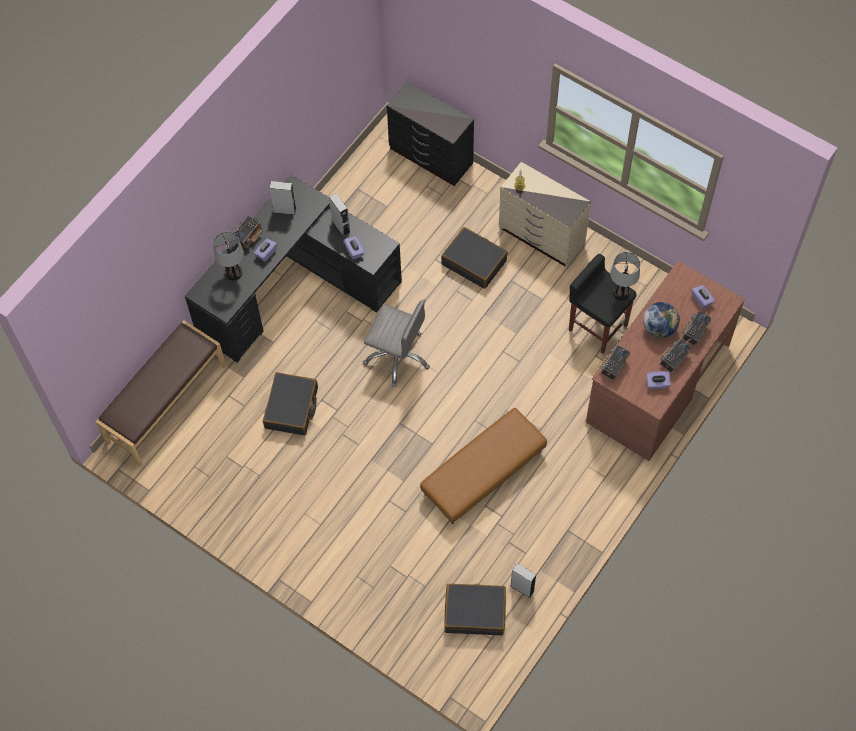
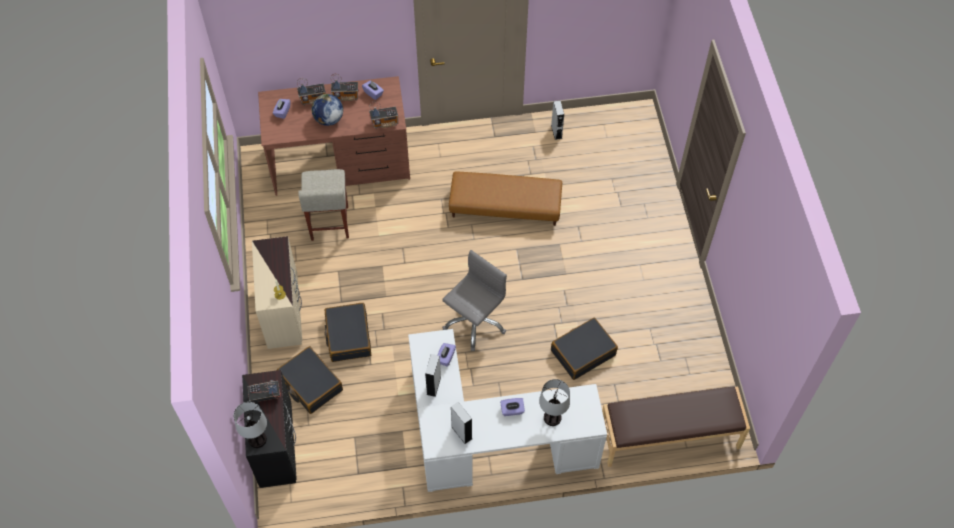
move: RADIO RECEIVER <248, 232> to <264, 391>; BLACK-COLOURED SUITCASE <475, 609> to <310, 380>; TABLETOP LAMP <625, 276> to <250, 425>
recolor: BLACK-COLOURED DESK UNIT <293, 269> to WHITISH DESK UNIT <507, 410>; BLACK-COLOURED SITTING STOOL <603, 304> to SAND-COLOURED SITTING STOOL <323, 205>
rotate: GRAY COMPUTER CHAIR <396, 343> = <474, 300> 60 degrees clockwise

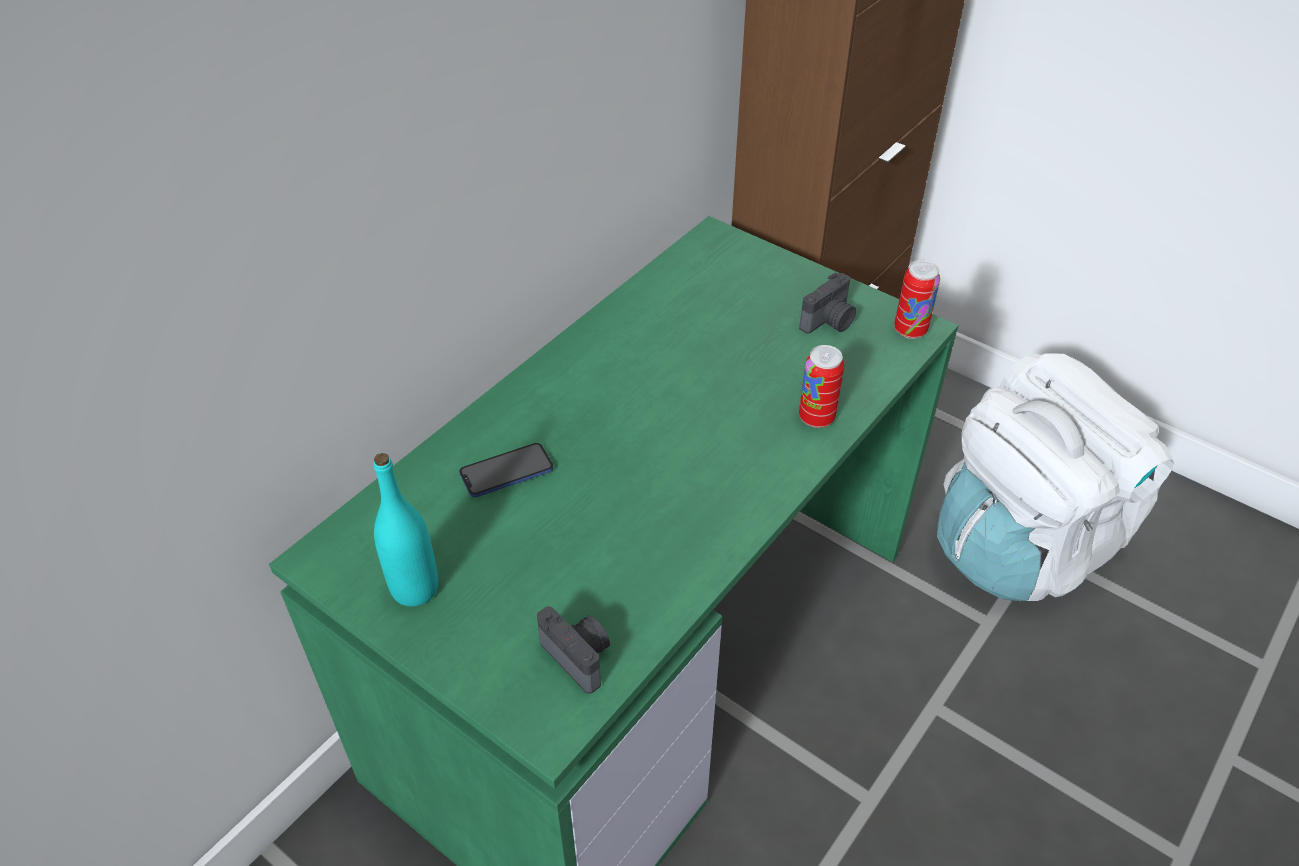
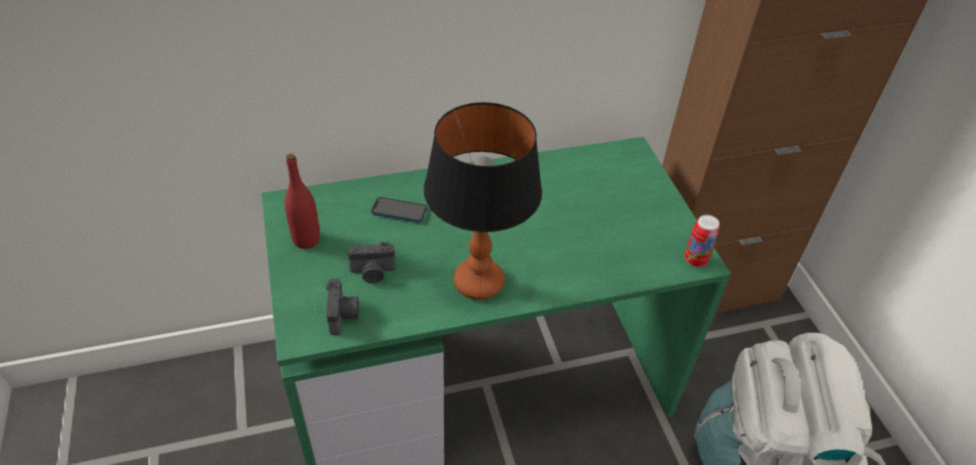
delete: METAL CAN <821, 386>
insert: TABLETOP LAMP <483, 201>
move: PHOTO CAMERA <827, 303> to <372, 263>
recolor: BLUE-GREEN BOTTLE <405, 530> to RED BOTTLE <302, 201>

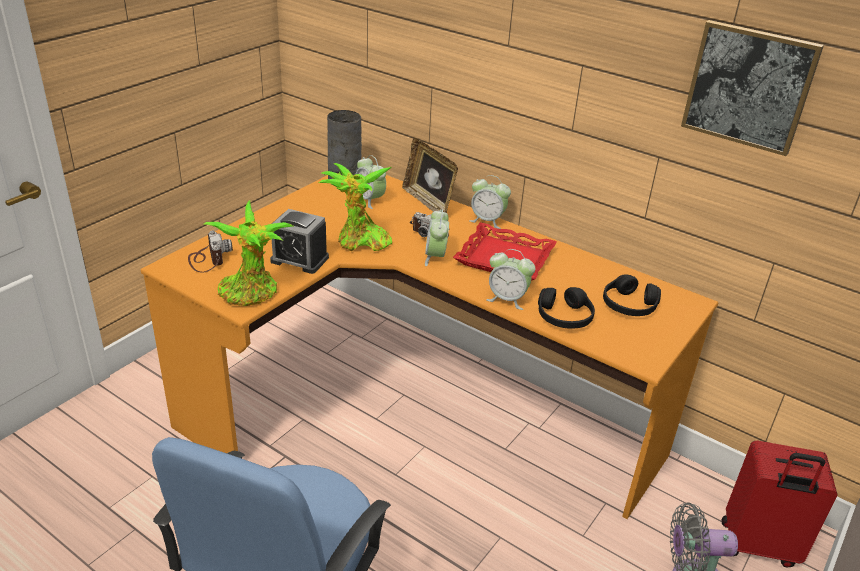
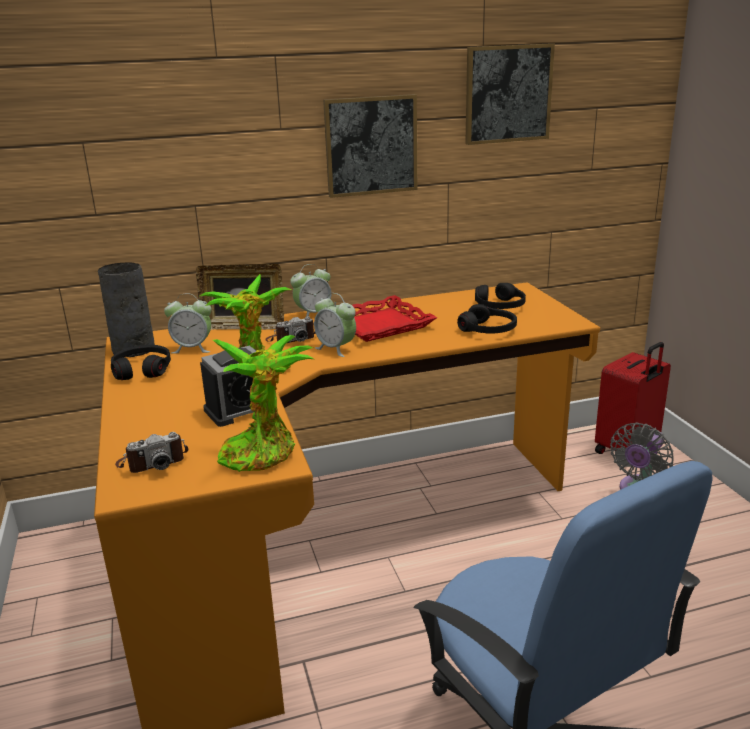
delete: ALARM CLOCK <511, 279>
insert: BLACK-COLOURED HEADPHONES <141, 362>; WALL PICTURE <370, 146>
rotate: PHOTO CAMERA <210, 251> = <151, 452> 135 degrees clockwise

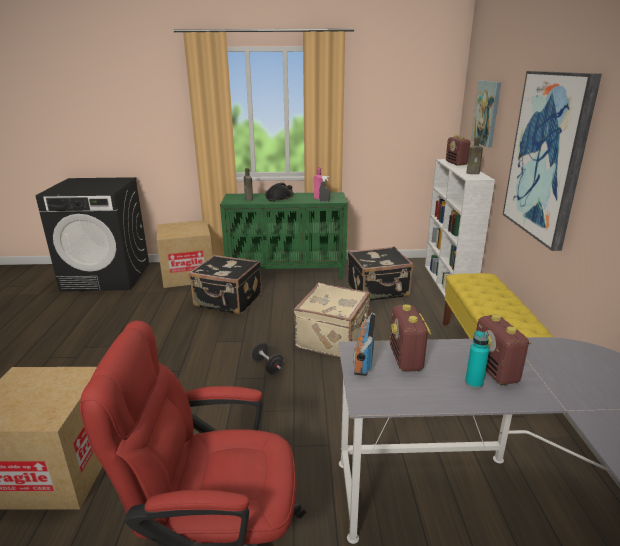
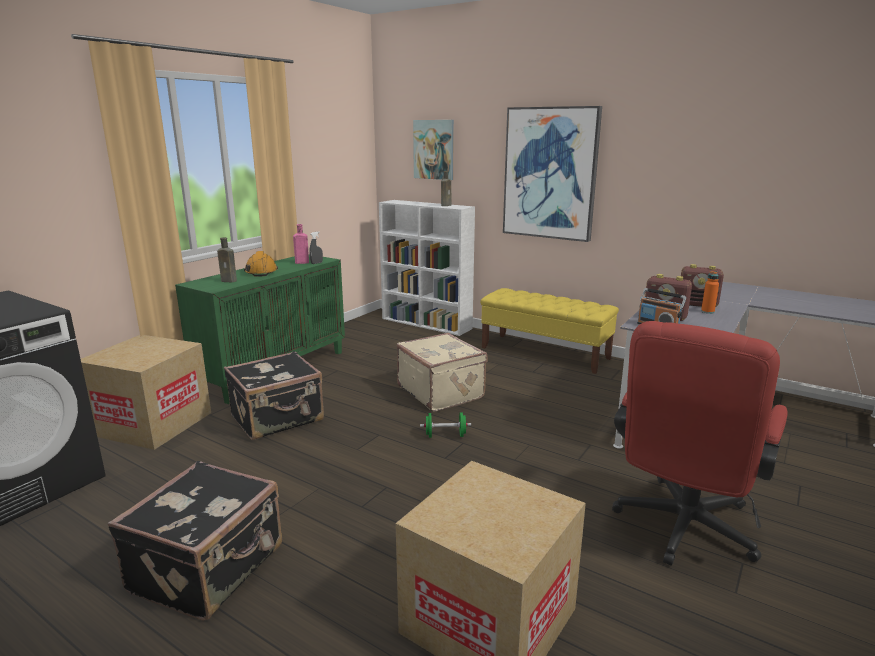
delete: RADIO RECEIVER <458, 150>
move: BLACK-COLOURED SUITCASE <380, 273> to <195, 541>
recolor: BLACK-COLOURED DUMBBELL <267, 358> to GREEN-COLOURED DUMBBELL <445, 425>; BLACK-COLOURED WORK HELMET <279, 192> to ORANGEY WORK HELMET <261, 264>; BLUE-GREEN BOTTLE <477, 359> to ORANGEY BOTTLE <710, 292>

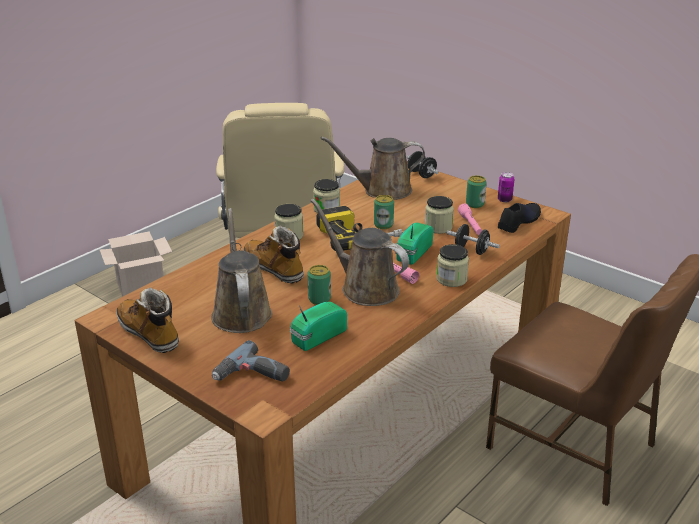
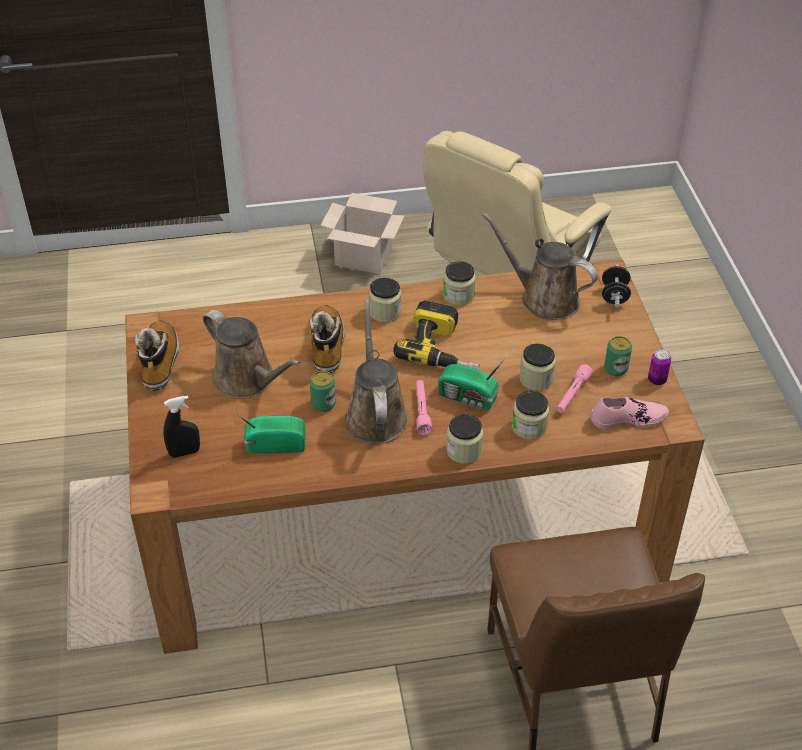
delete: METAL CAN <384, 212>
replace: ELECTRIC DRILL <251, 361> to BLACK-COLOURED HAND SPRAYER <182, 427>; BLACK-COLOURED DUMBBELL <473, 239> to STORAGE JAR <530, 415>
recolor: BLACK-COLOURED LOW SHOE <519, 218> to PINK-COLOURED LOW SHOE <630, 413>
rotate: BROWN-COLOURED SPRINKLING CAN <242, 270> = <251, 354> 105 degrees clockwise; RADIO RECEIVER <414, 243> = <471, 384> 135 degrees counterclockwise

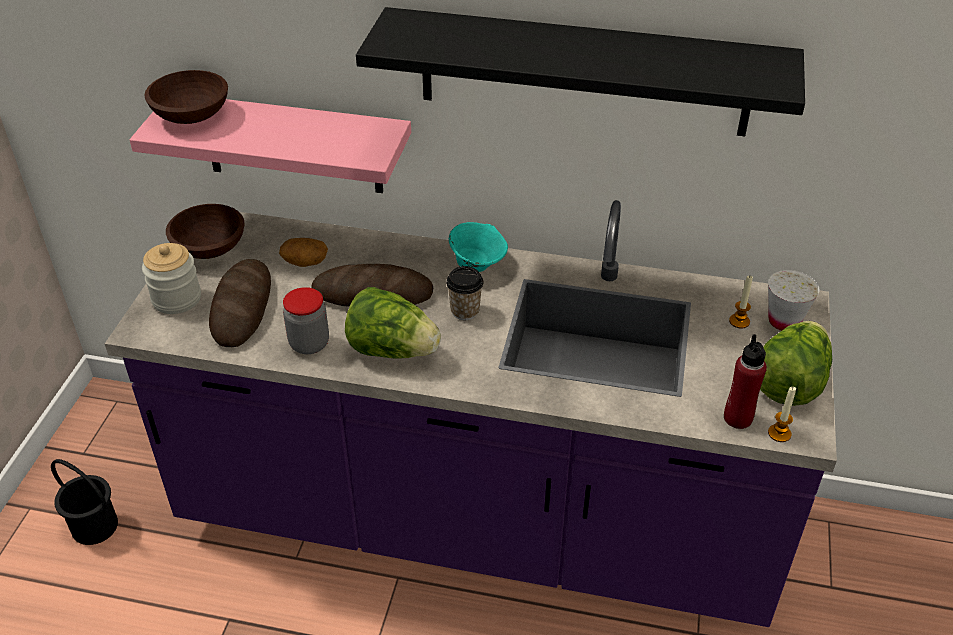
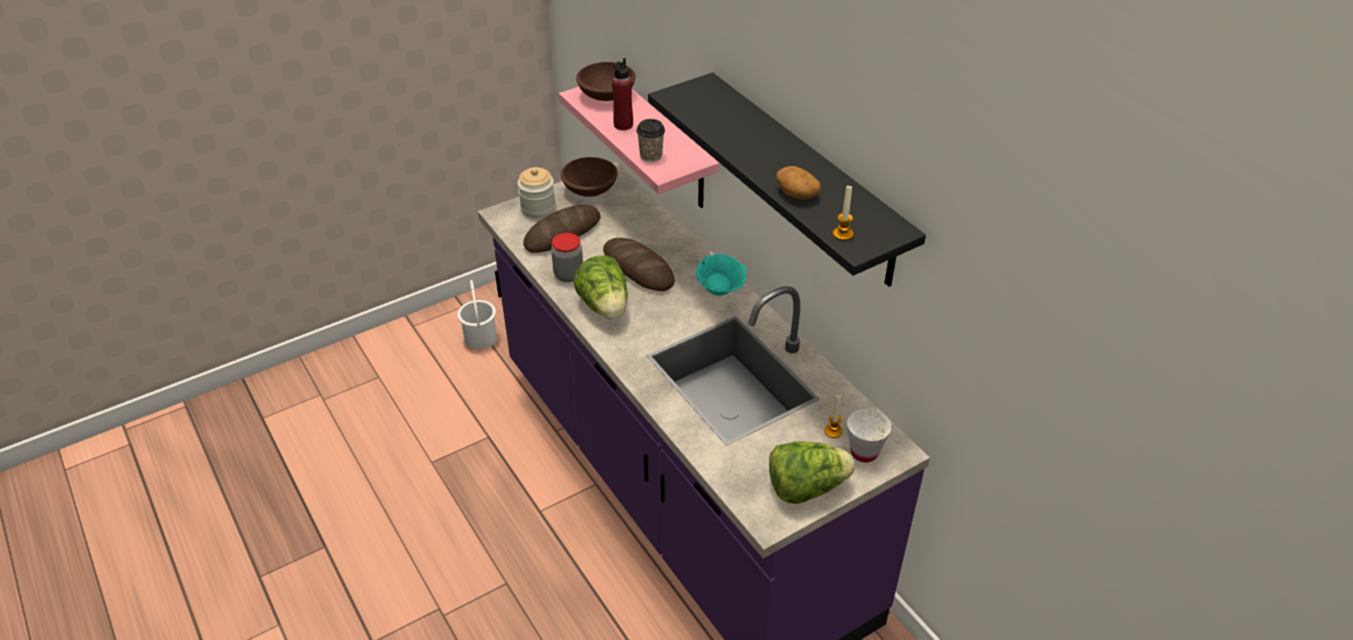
move: POTATO <303, 252> to <798, 183>; SMALL CUP <464, 293> to <650, 140>; RED BOTTLE <745, 381> to <622, 94>; WAX CANDLE <782, 414> to <843, 212>
recolor: BLACK-COLOURED PAIL <84, 502> to WHITISH PAIL <477, 315>

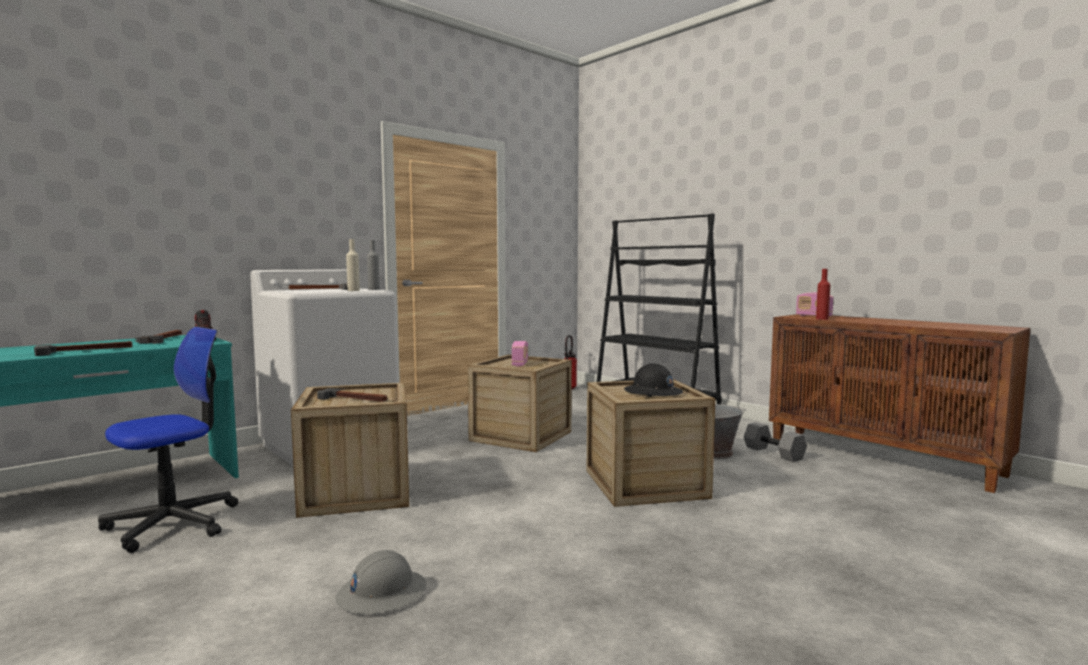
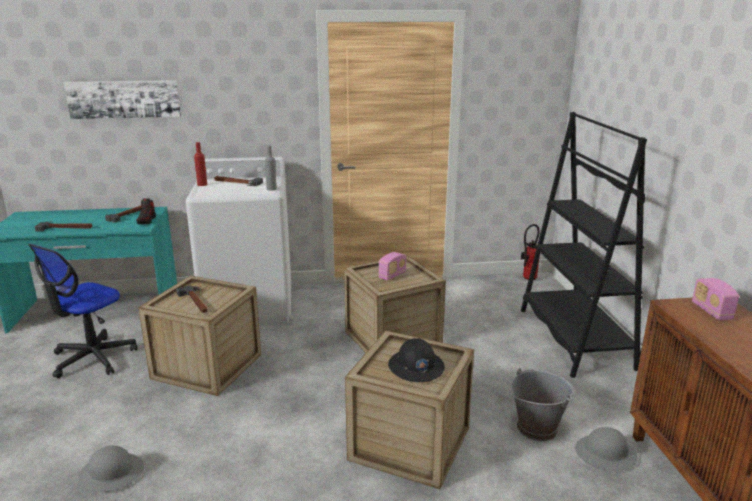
delete: SAND-COLOURED BOTTLE <353, 265>
insert: WALL PICTURE <122, 99>
move: RED BOTTLE <823, 294> to <200, 164>
replace: GRAY DUMBBELL <775, 442> to GRAY WORK HELMET <606, 449>
rotate: COMPUTER CHAIR <168, 440> = <83, 311> 135 degrees clockwise

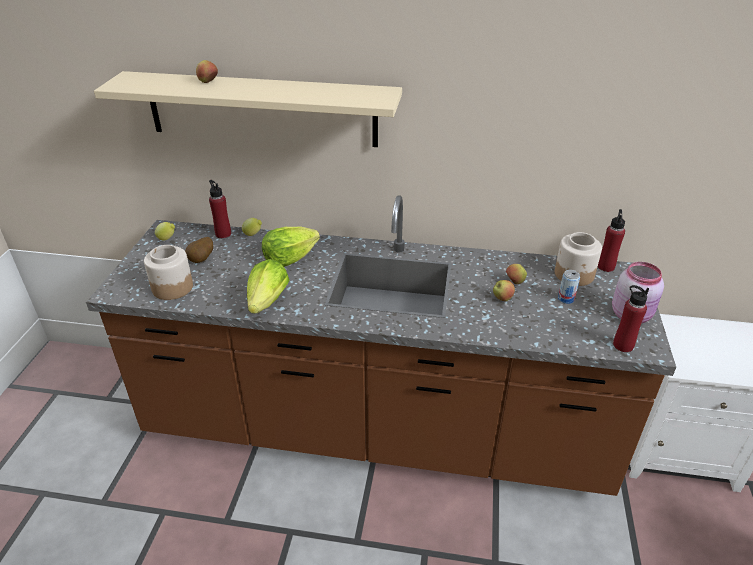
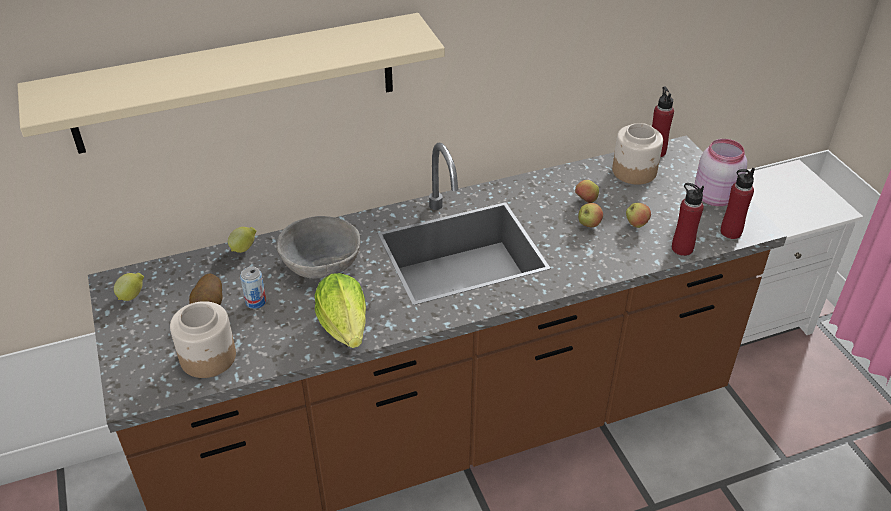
move: APPLE FRUIT <207, 71> to <638, 215>; RED BOTTLE <220, 209> to <688, 219>; METAL CAN <569, 287> to <253, 288>
replace: LETTUCE HEAD <291, 246> to GRAY BOWL <318, 247>

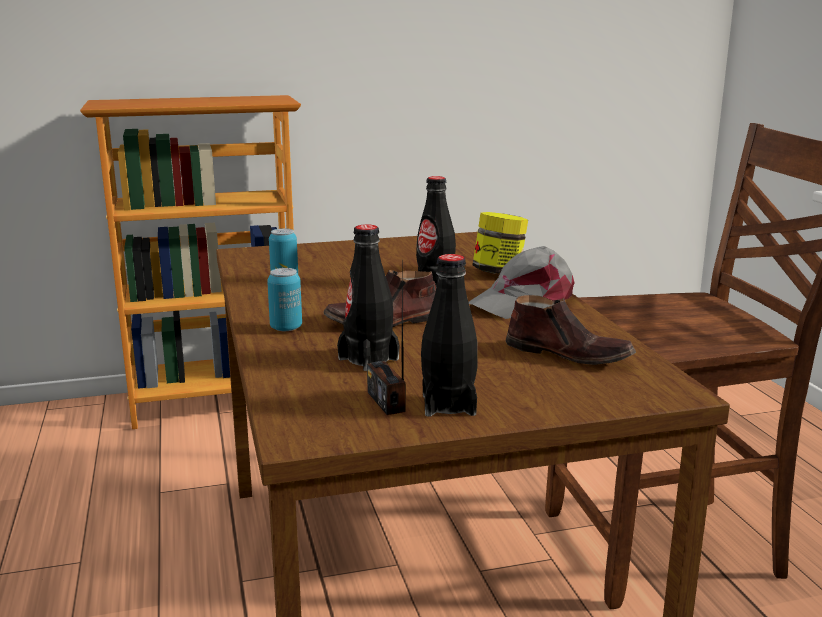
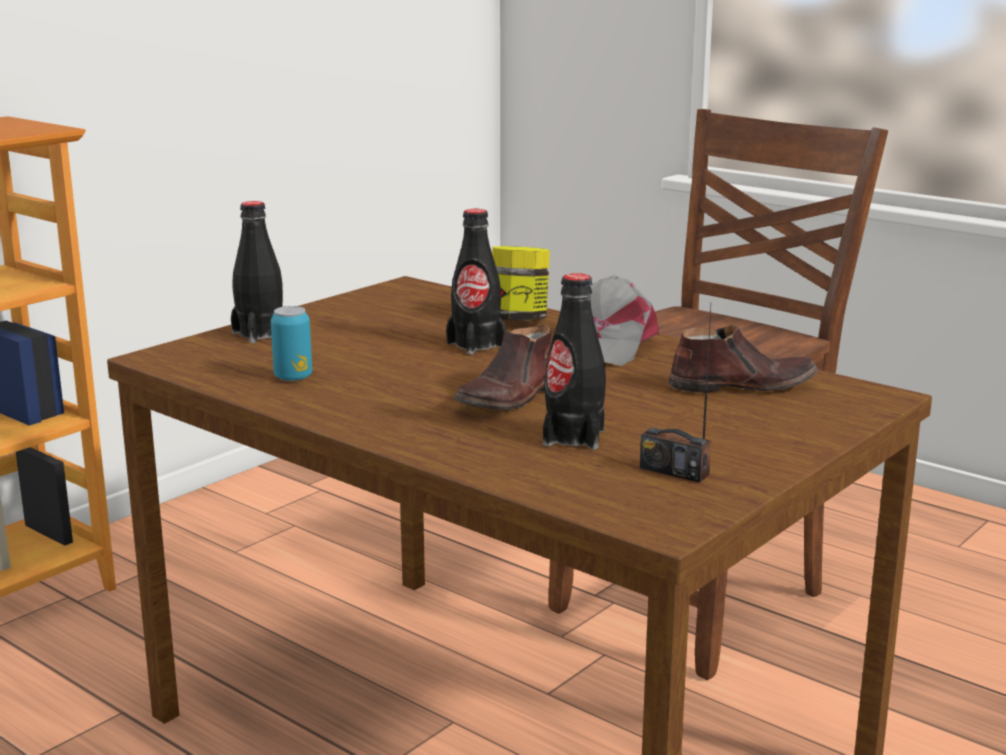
delete: METAL CAN <284, 299>
move: BLACK-COLOURED BOTTLE <449, 335> to <257, 272>

